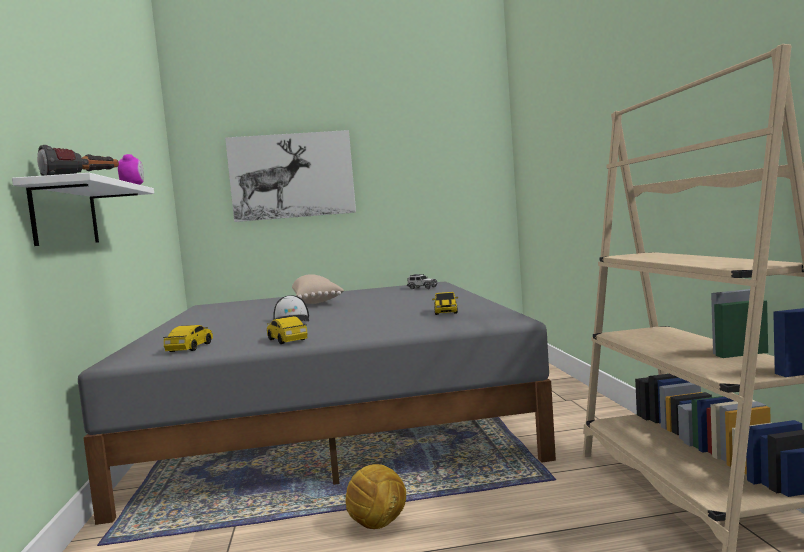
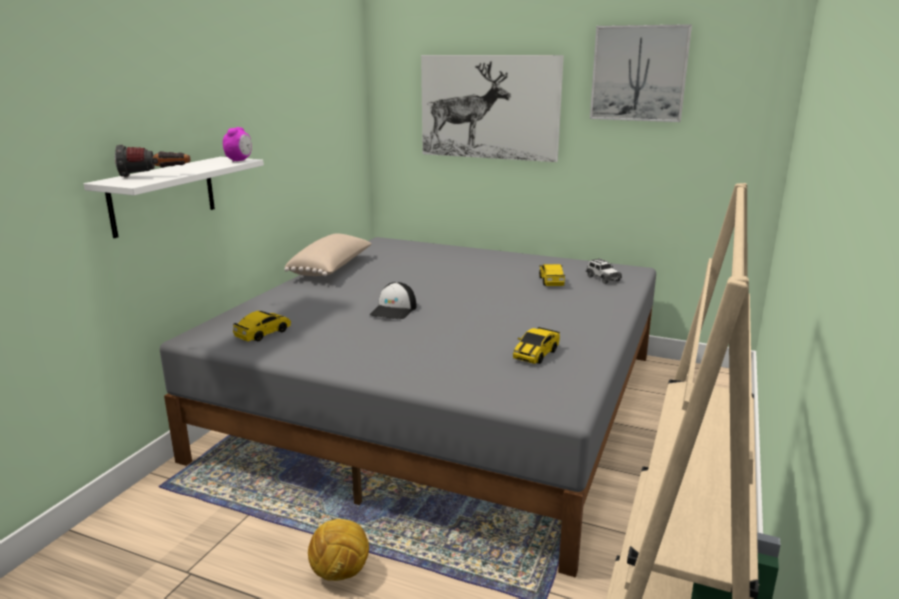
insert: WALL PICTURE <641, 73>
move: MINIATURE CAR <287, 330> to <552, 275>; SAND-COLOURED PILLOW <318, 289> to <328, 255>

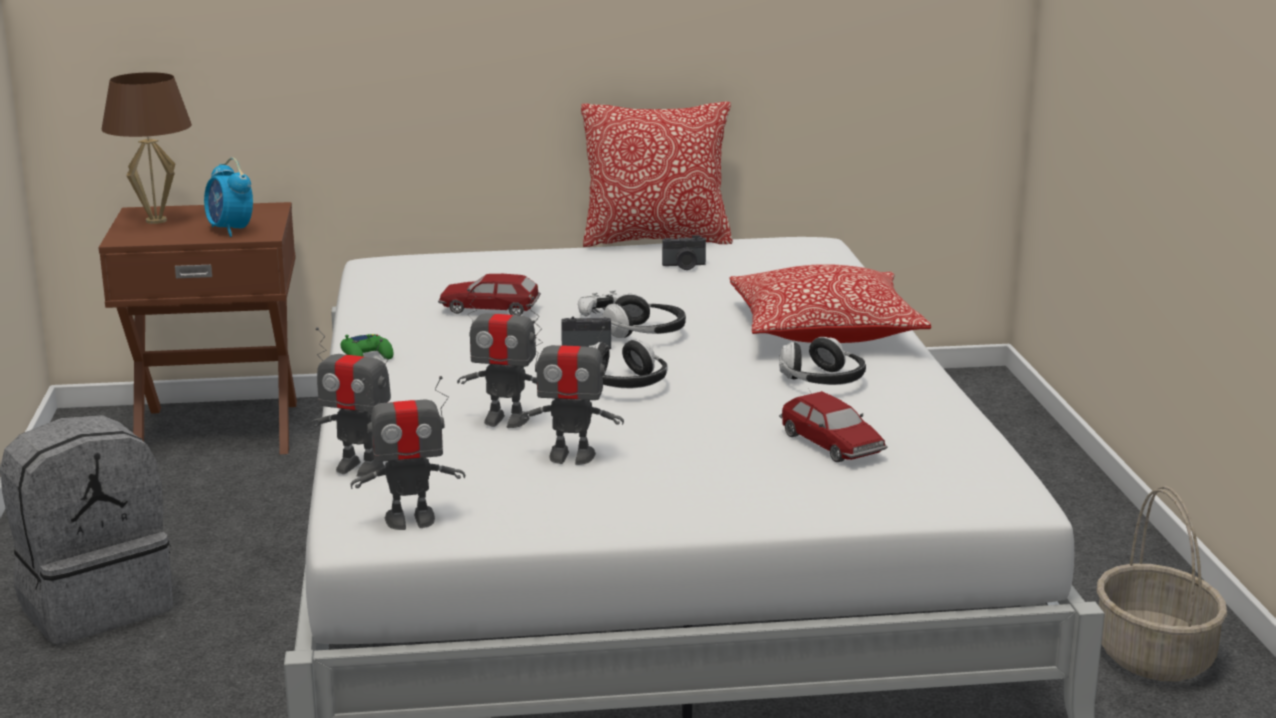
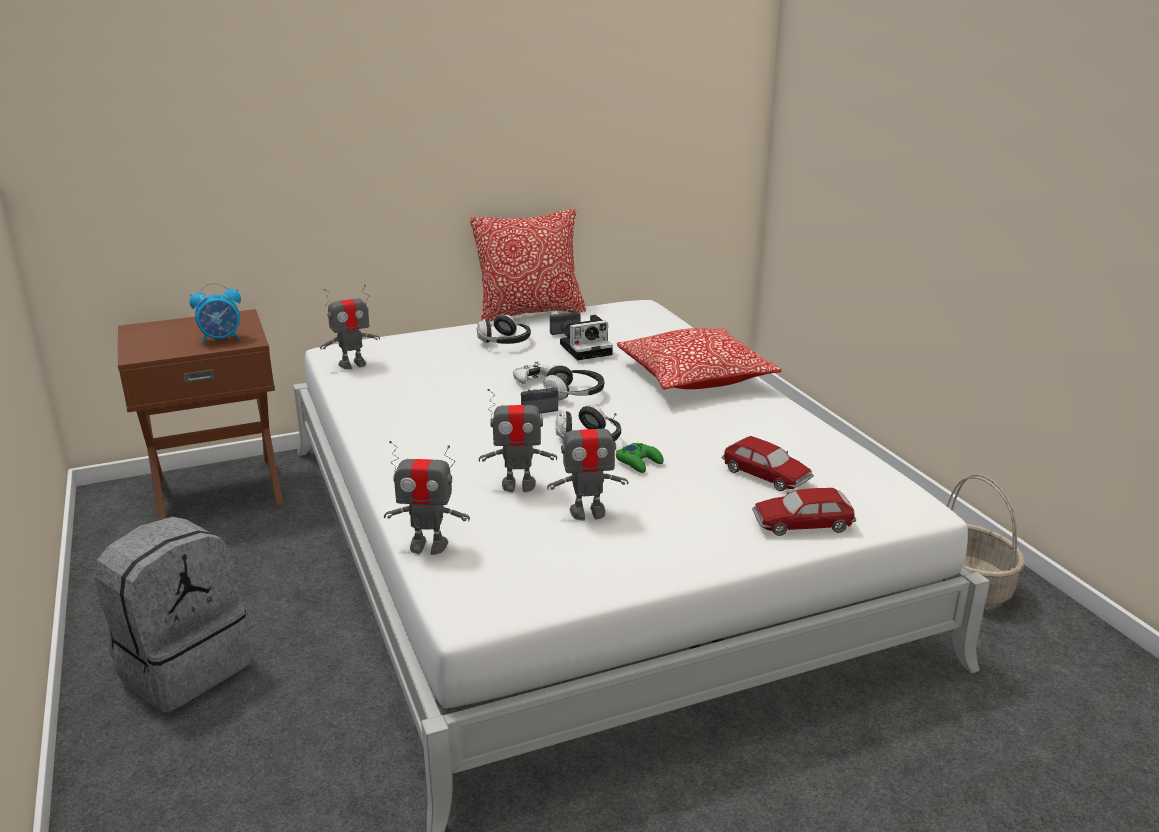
delete: BROWN-COLOURED TABLETOP LAMP <147, 148>
insert: PHOTO CAMERA <586, 337>
move: GREEN-COLOURED GAME CONTROLLER <367, 346> to <640, 458>; MODEL ROBOT <407, 453> to <350, 327>; MINIATURE CAR <489, 295> to <804, 512>; HEADPHONES <822, 361> to <504, 329>
rotate: ALARM CLOCK <228, 197> = <215, 313> 60 degrees counterclockwise

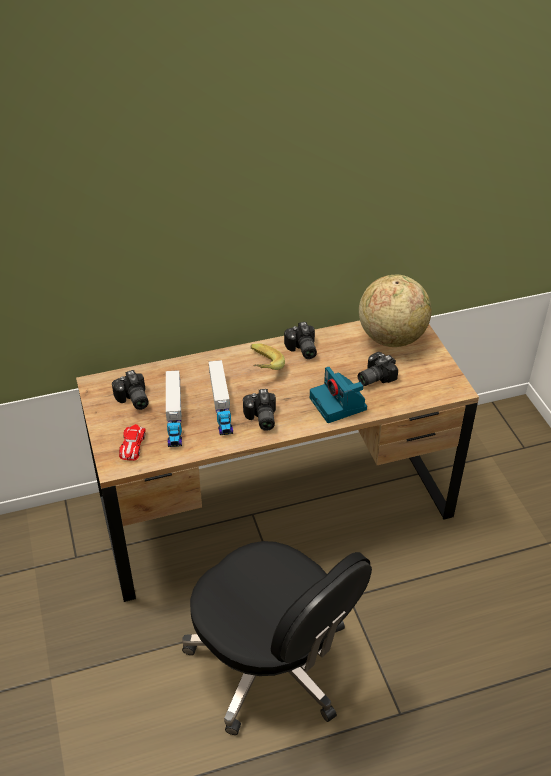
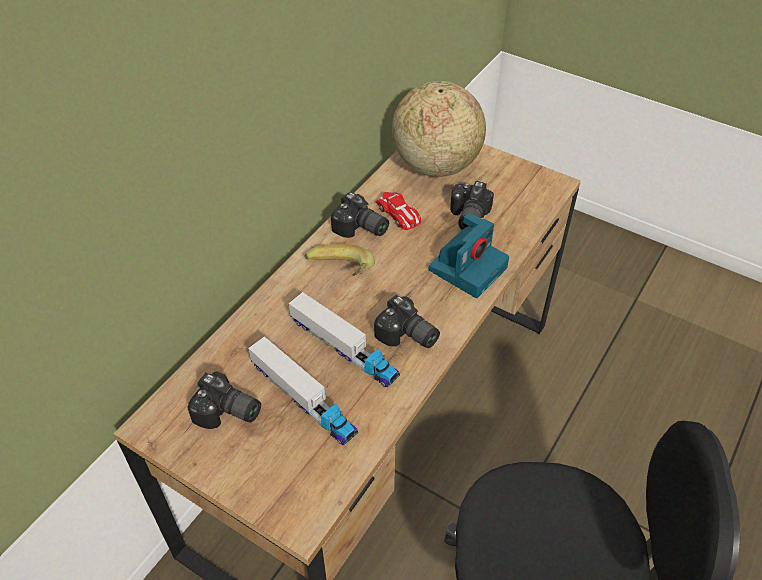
move: MINIATURE CAR <132, 442> to <398, 211>
rotate: PHOTO CAMERA <338, 395> = <469, 255> 75 degrees counterclockwise

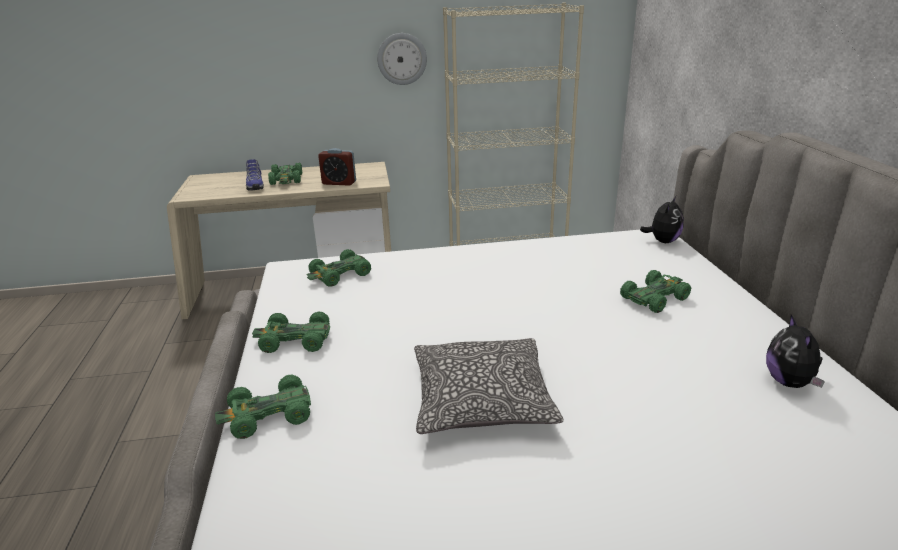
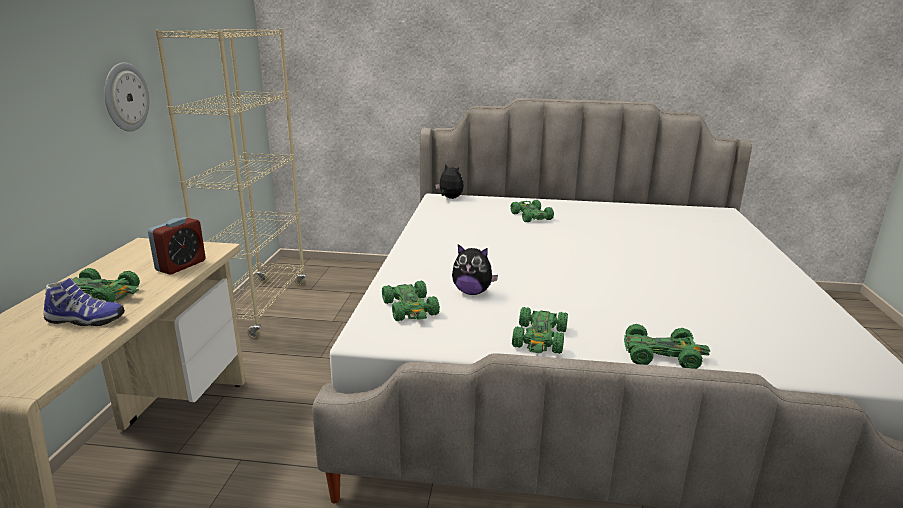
delete: PILLOW <489, 386>
move: PLUSH TOY <795, 351> to <475, 269>
rotate: GREEN-COLOURED MINIATURE CAR <263, 407> = <667, 346> 75 degrees counterclockwise

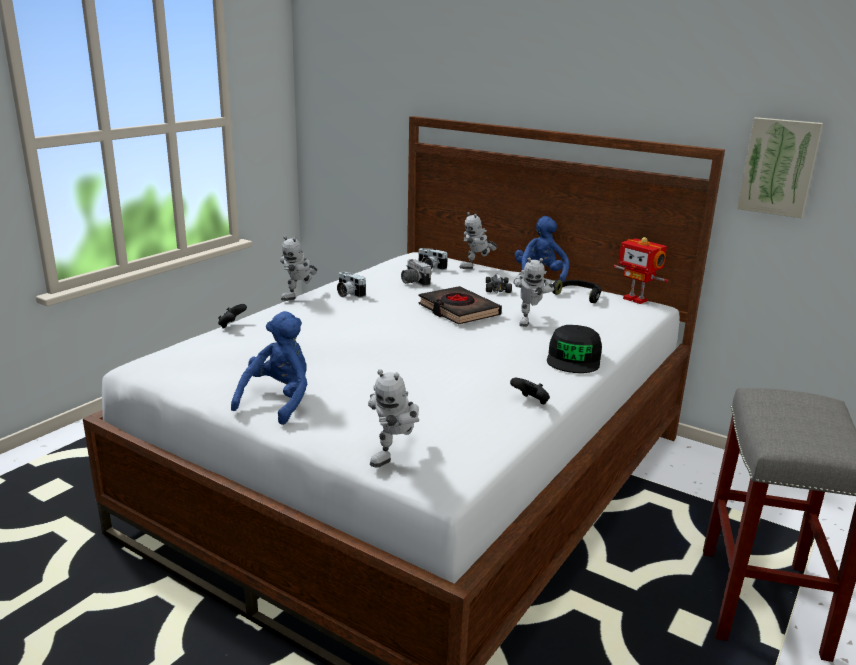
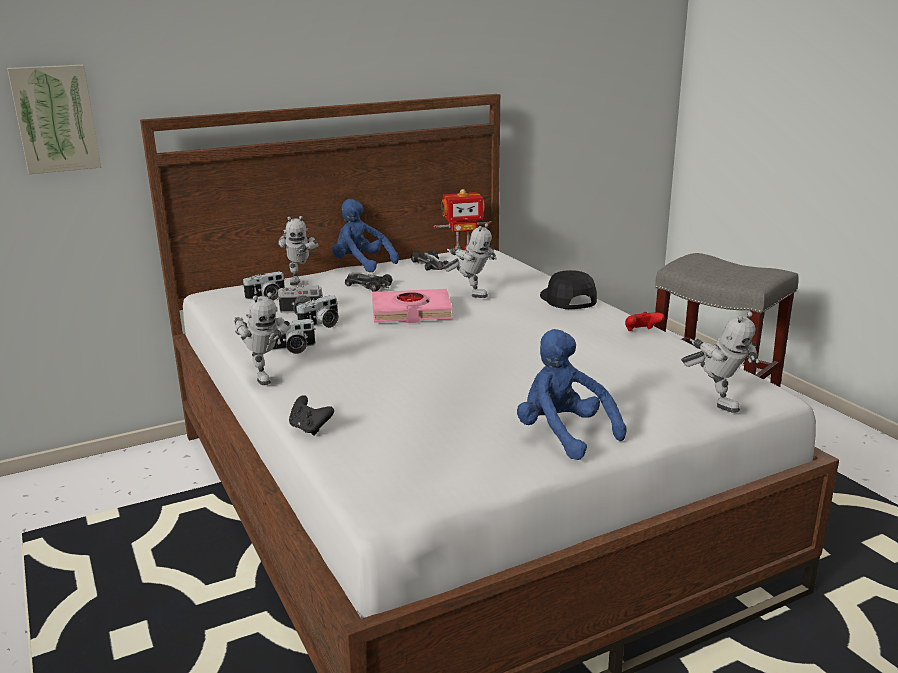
insert: PHOTO CAMERA <317, 311>
move: WALL PICTURE <780, 167> to <54, 119>
replace: BLACK-COLOURED HEADPHONES <577, 291> to MINIATURE CAR <430, 260>
recolor: BLACK-COLOURED BOOK <460, 305> to PINK-COLOURED BOOK <412, 306>; BLACK-COLOURED GAME CONTROLLER <530, 391> to RED GAME CONTROLLER <645, 321>
rotate: BLACK-COLOURED CAP <574, 349> = <568, 289> 150 degrees counterclockwise

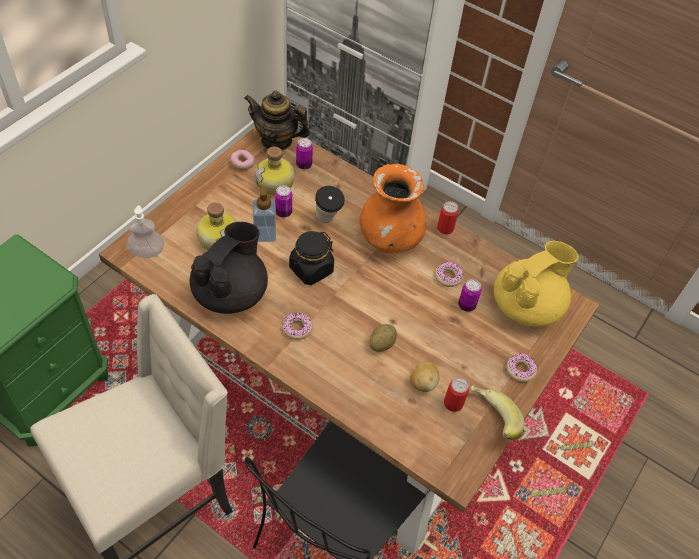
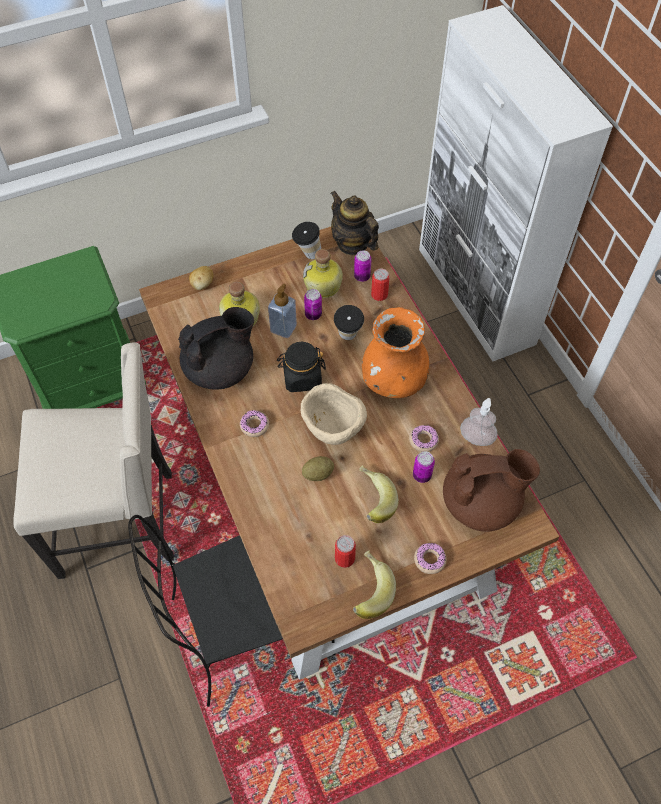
insert: SAND-COLOURED BOWL <334, 414>; BANANA FRUIT <379, 494>
move: LIQUID SOAP BOTTLE <145, 232> to <478, 422>; POTATO <425, 376> to <201, 278>; METAL CAN <448, 217> to <380, 284>
replace: RING DOUGHNUT <242, 160> to SMALL CUP <306, 240>
recolor: YELLOWISH TEAPOT <536, 284> to BROWN-COLOURED TEAPOT <491, 490>

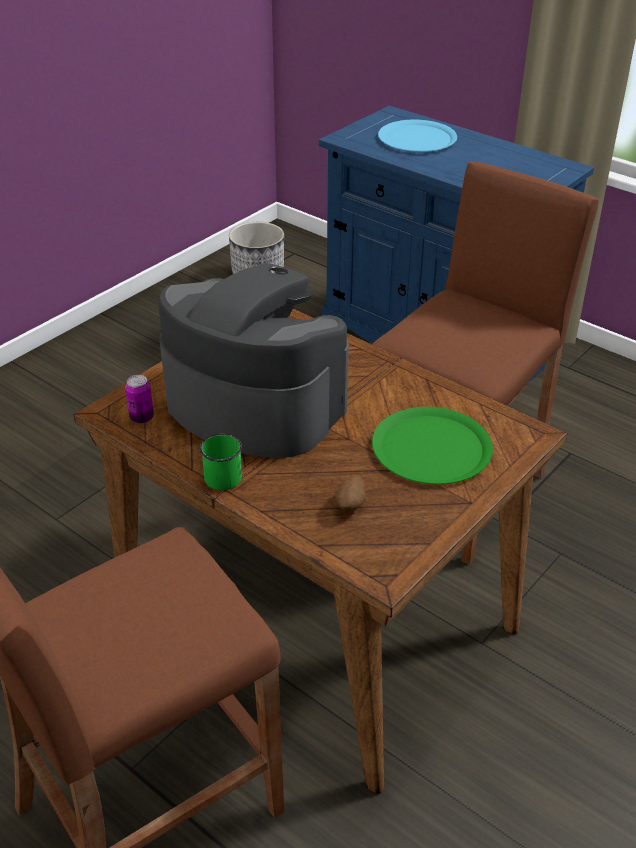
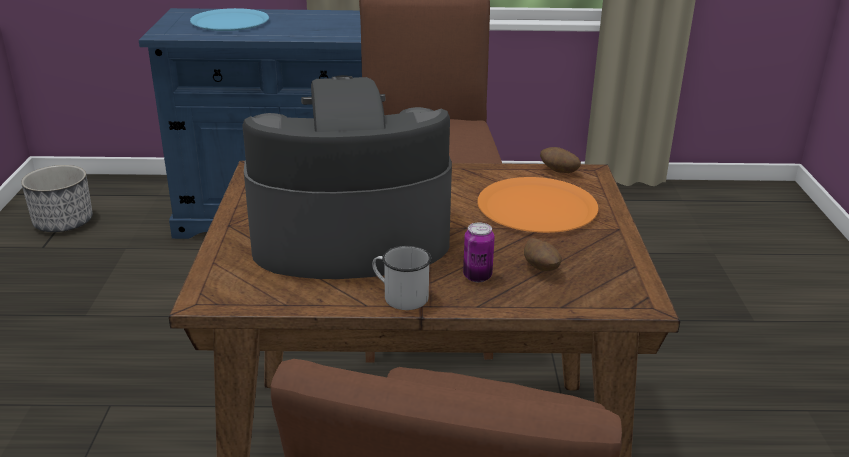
insert: POTATO <560, 160>
move: METAL CAN <139, 399> to <479, 252>
recolor: GREEN-COLOURED COFFEE MUG <221, 462> to WHITISH COFFEE MUG <401, 278>; GREEN-COLOURED FLAT DISH <432, 446> to ORANGEY FLAT DISH <537, 205>

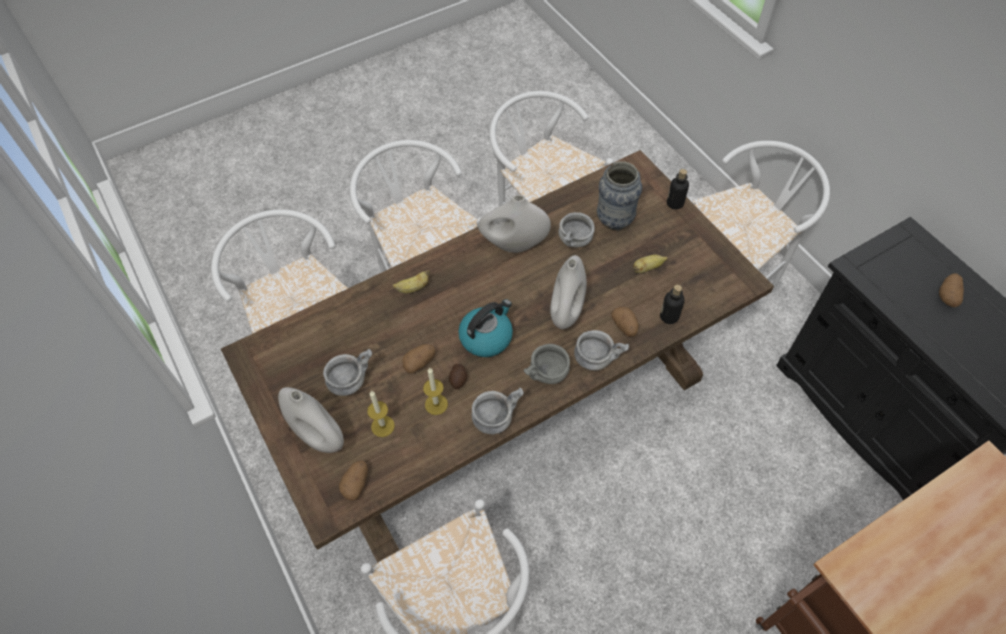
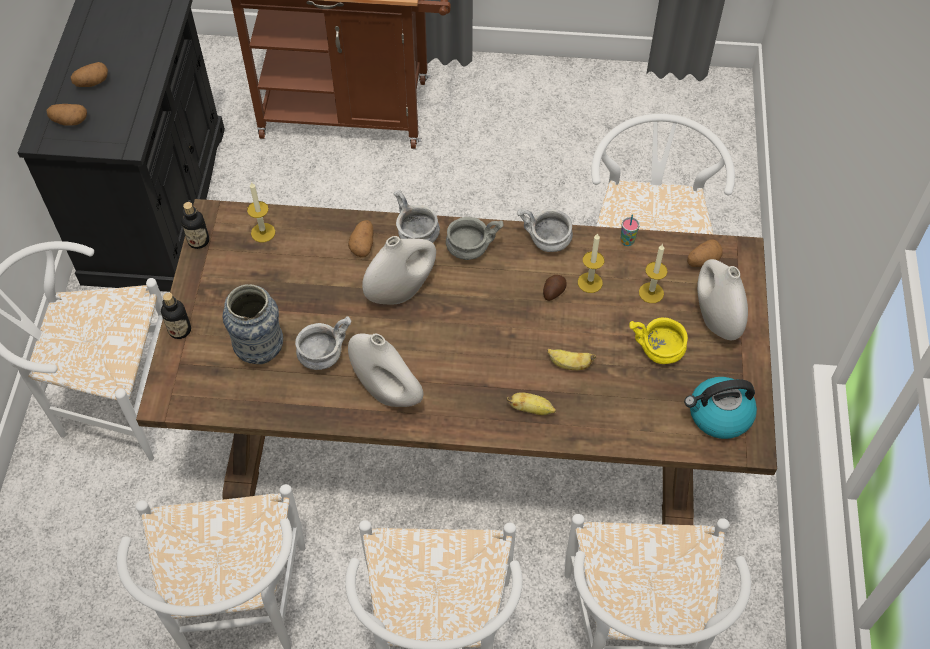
insert: WAX CANDLE <261, 212>; SMALL CUP <630, 230>
move: POTATO <418, 359> to <67, 115>; WATER KETTLE <485, 328> to <720, 408>; BANANA FRUIT <650, 264> to <571, 359>; BOTTLE <672, 304> to <195, 225>
recolor: GRAY BOWL <347, 372> to YELLOWISH BOWL <658, 341>

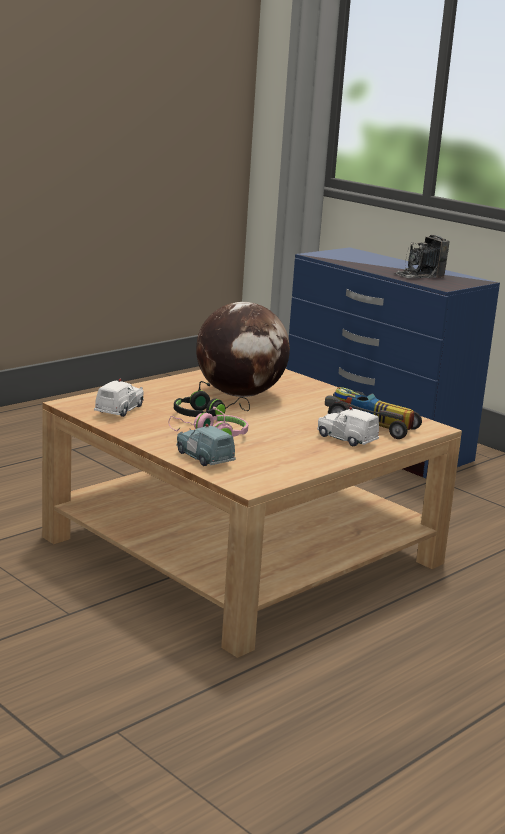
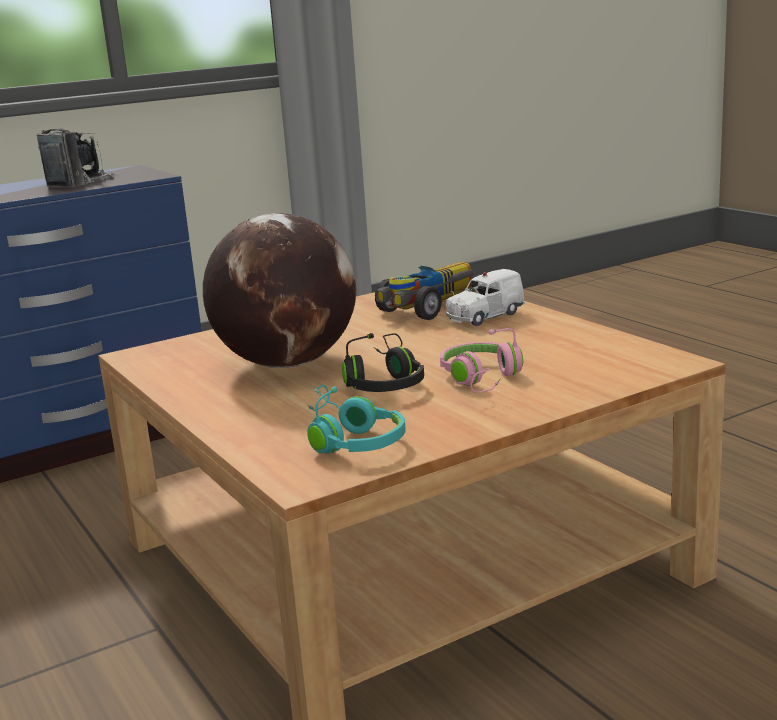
delete: BLUE MINIATURE CAR <206, 445>
replace: WHITISH MINIATURE CAR <119, 398> to BLUE-GREEN HEADPHONES <356, 419>
rotate: PHOTO CAMERA <422, 256> = <77, 157> 135 degrees counterclockwise

